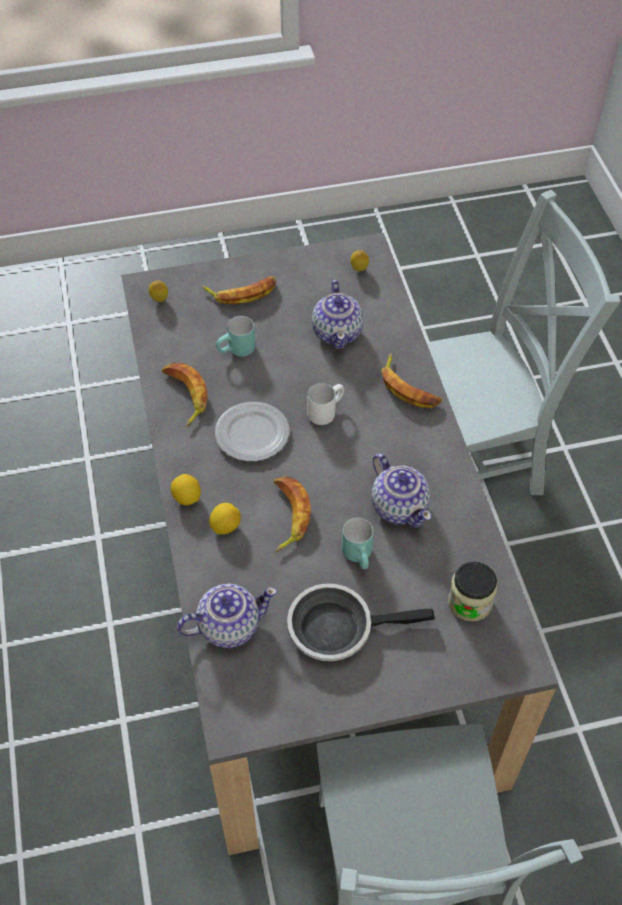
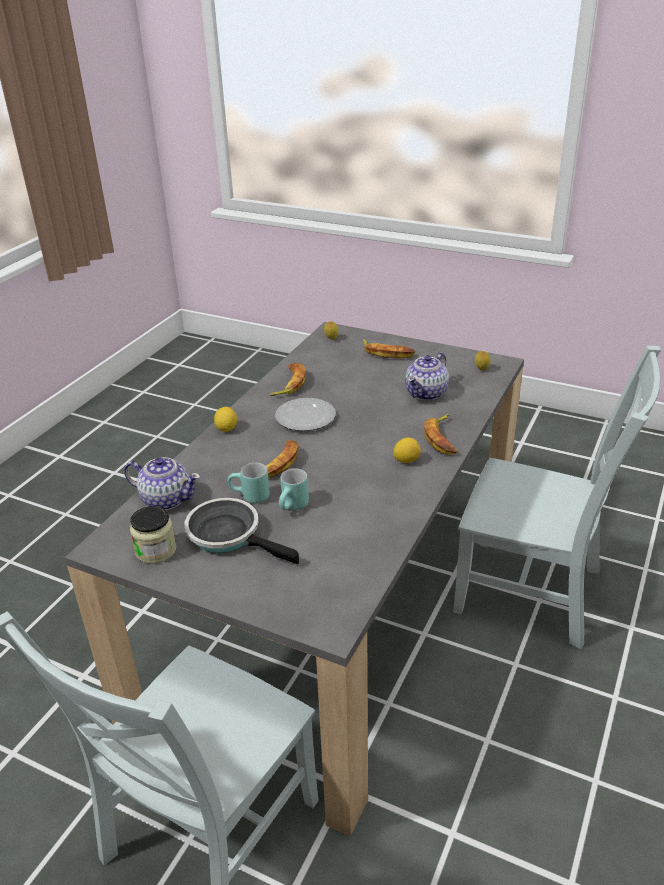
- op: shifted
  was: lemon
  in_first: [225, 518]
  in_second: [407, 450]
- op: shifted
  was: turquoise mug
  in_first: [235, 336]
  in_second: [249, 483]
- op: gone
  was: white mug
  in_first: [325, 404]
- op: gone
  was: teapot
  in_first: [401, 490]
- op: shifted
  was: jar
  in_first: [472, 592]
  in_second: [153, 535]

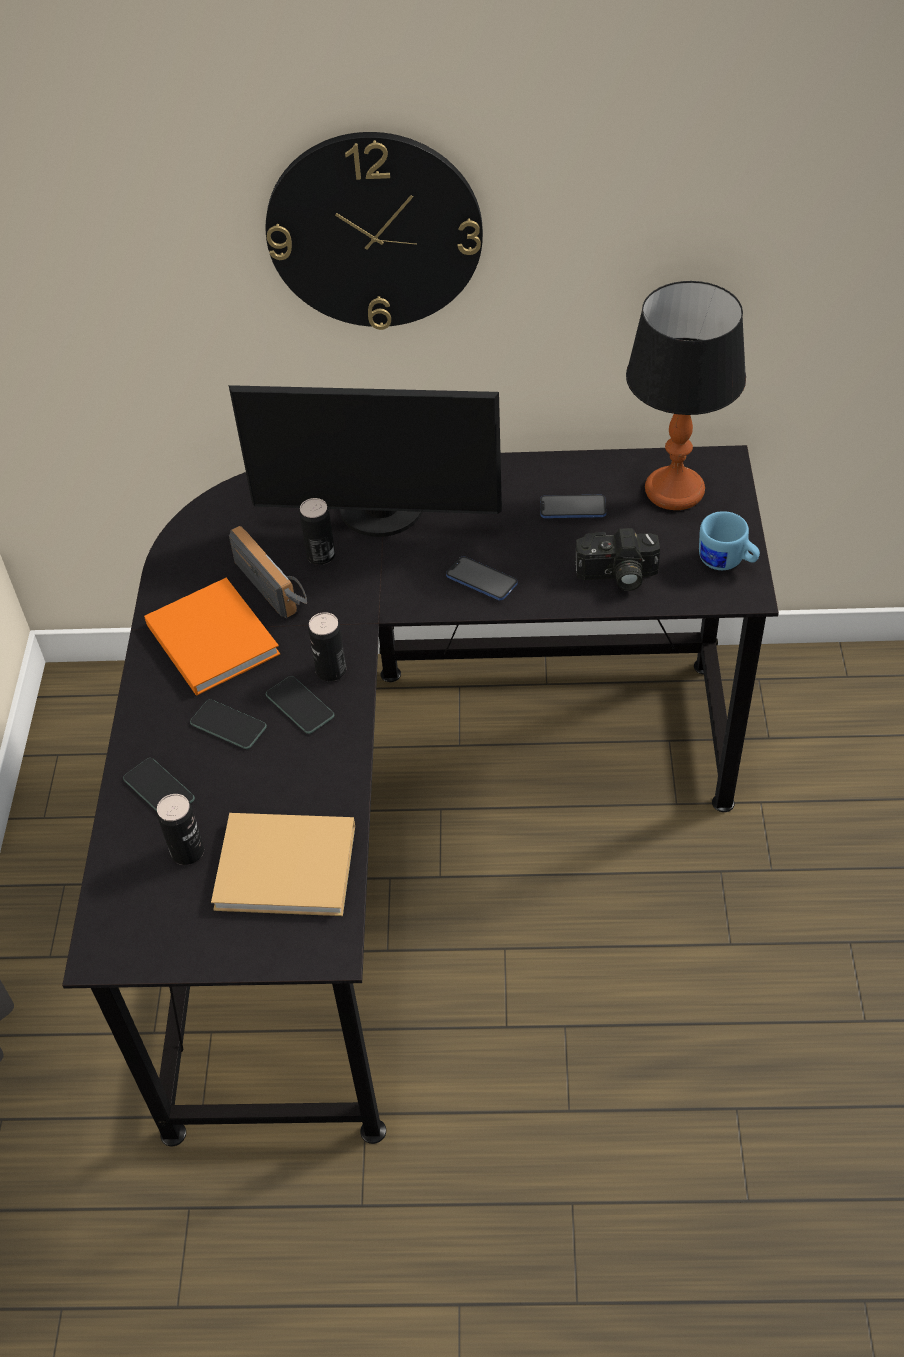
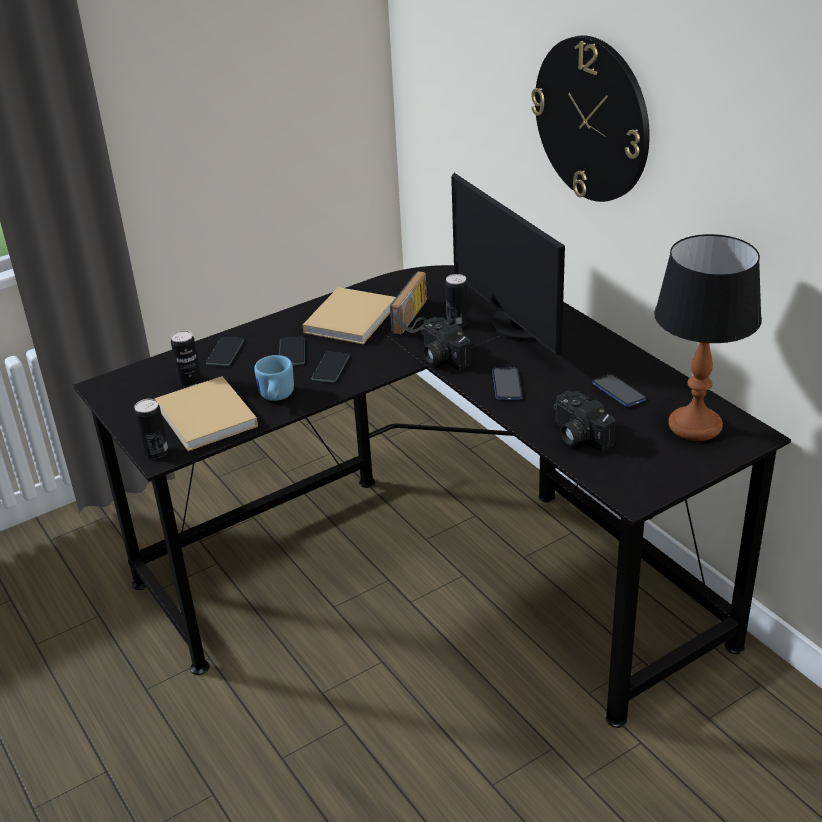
- op: repainted
  was: orange book
  now: beige book
  in_first: [212, 637]
  in_second: [349, 315]
- op: shifted
  was: can
  in_first: [327, 646]
  in_second: [151, 429]
- op: shifted
  was: blue mug
  in_first: [729, 540]
  in_second: [274, 378]
- op: new
  now: photo camera
  in_second: [446, 343]

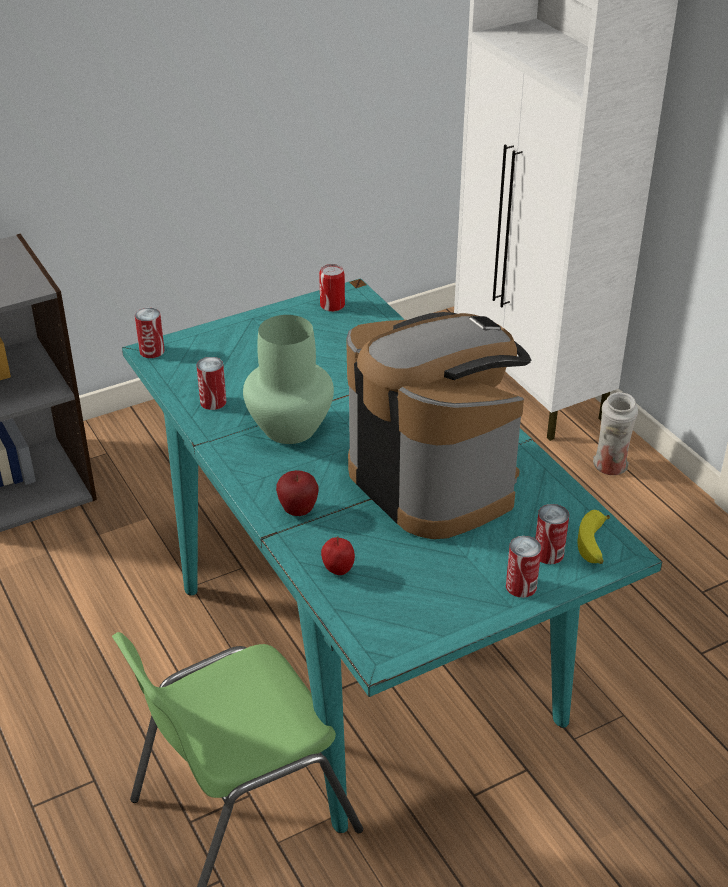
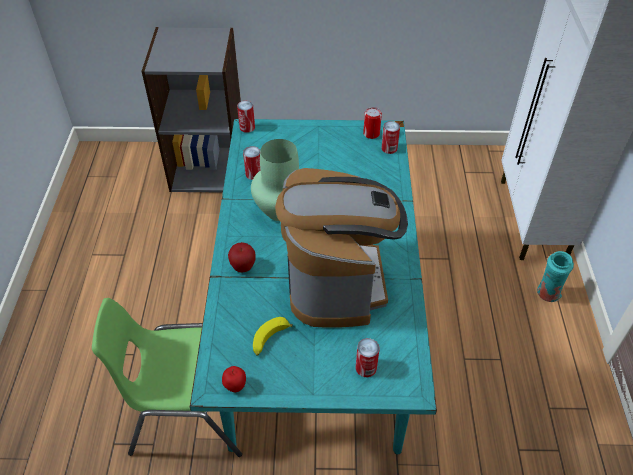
- op: shifted
  was: apple
  in_first: [338, 555]
  in_second: [234, 379]
- op: shifted
  was: can
  in_first: [523, 567]
  in_second: [390, 137]
- op: shifted
  was: banana
  in_first: [594, 537]
  in_second: [273, 336]
- op: repainted
  was: white vase
  now: turquoise vase
  in_first: [615, 433]
  in_second: [555, 276]

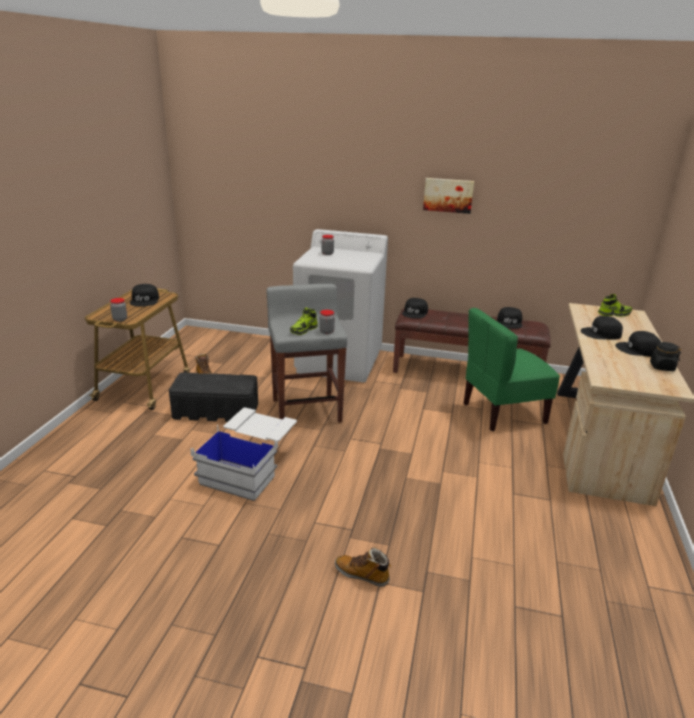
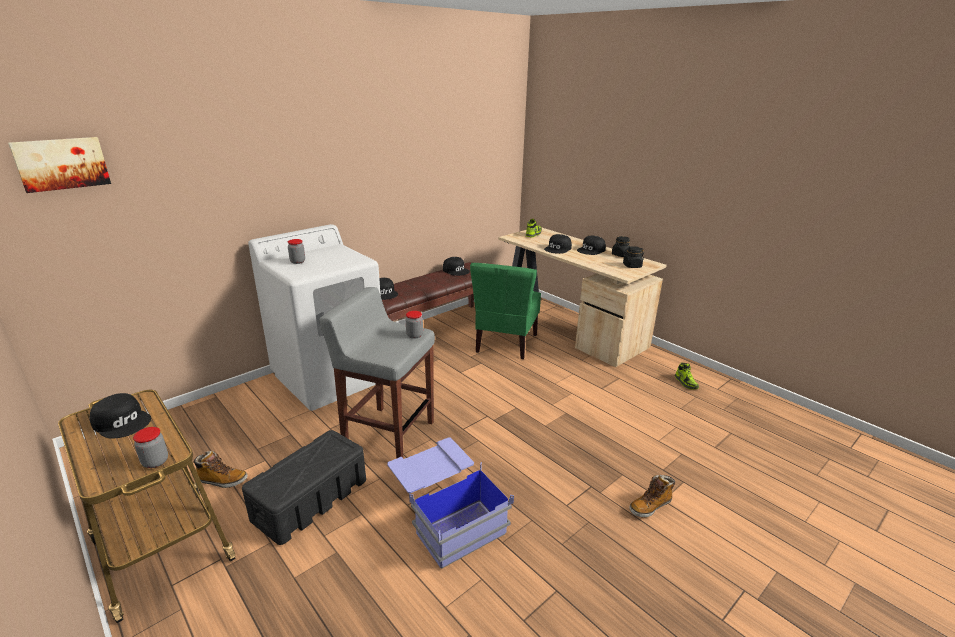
- op: repainted
  was: white storage box
  now: blue storage box
  in_first: [243, 454]
  in_second: [450, 503]
- op: shifted
  was: shoe
  in_first: [304, 321]
  in_second: [687, 376]
- op: shifted
  was: picture
  in_first: [448, 196]
  in_second: [59, 165]
- op: new
  now: black jar
  in_second: [633, 257]

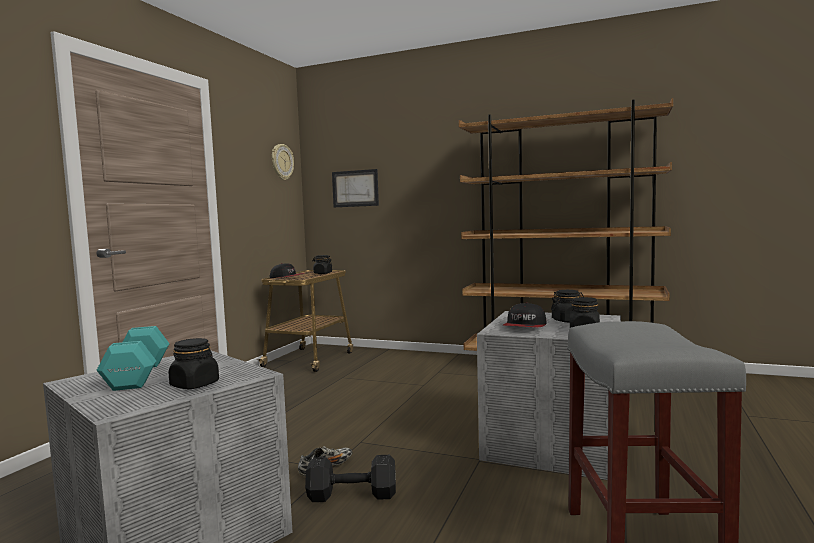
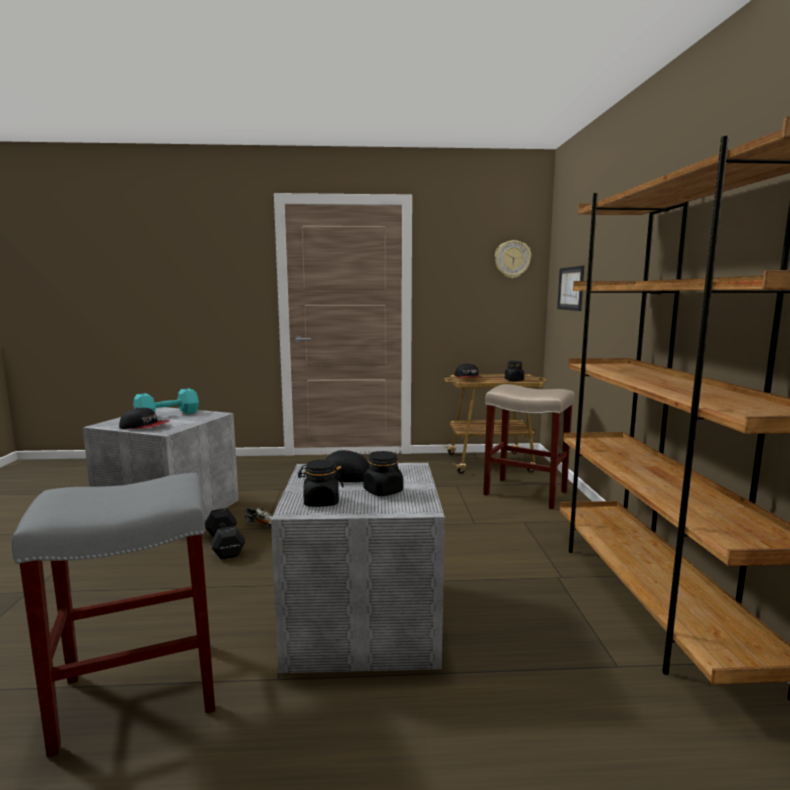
- op: swapped
  was: black jar
  now: cap
  in_first: [194, 363]
  in_second: [144, 418]
- op: new
  now: beige stool
  in_second: [529, 446]

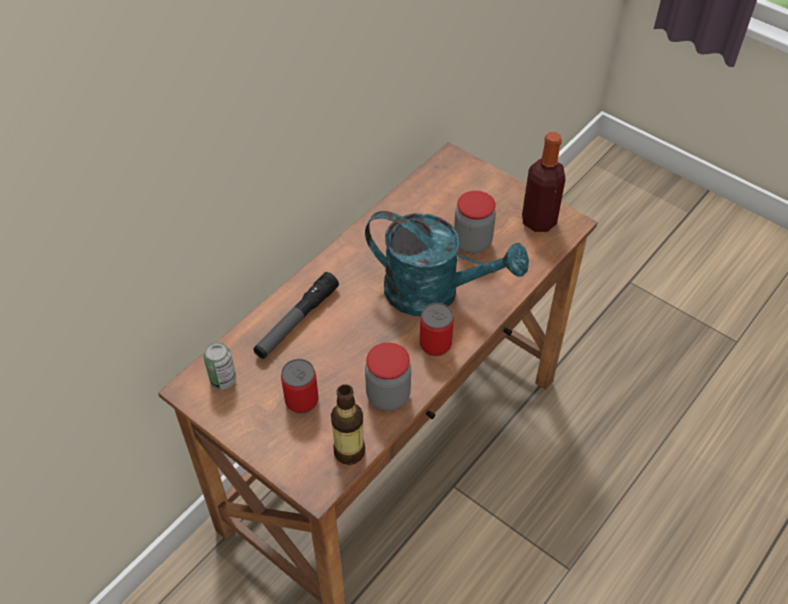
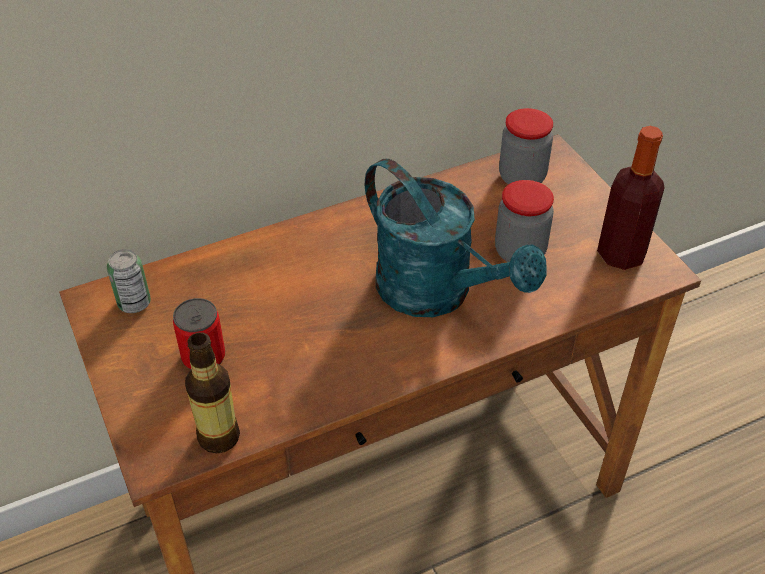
- op: gone
  was: flashlight
  in_first: [296, 315]
- op: shifted
  was: jar
  in_first: [388, 377]
  in_second: [526, 146]
- op: gone
  was: can
  in_first: [437, 329]

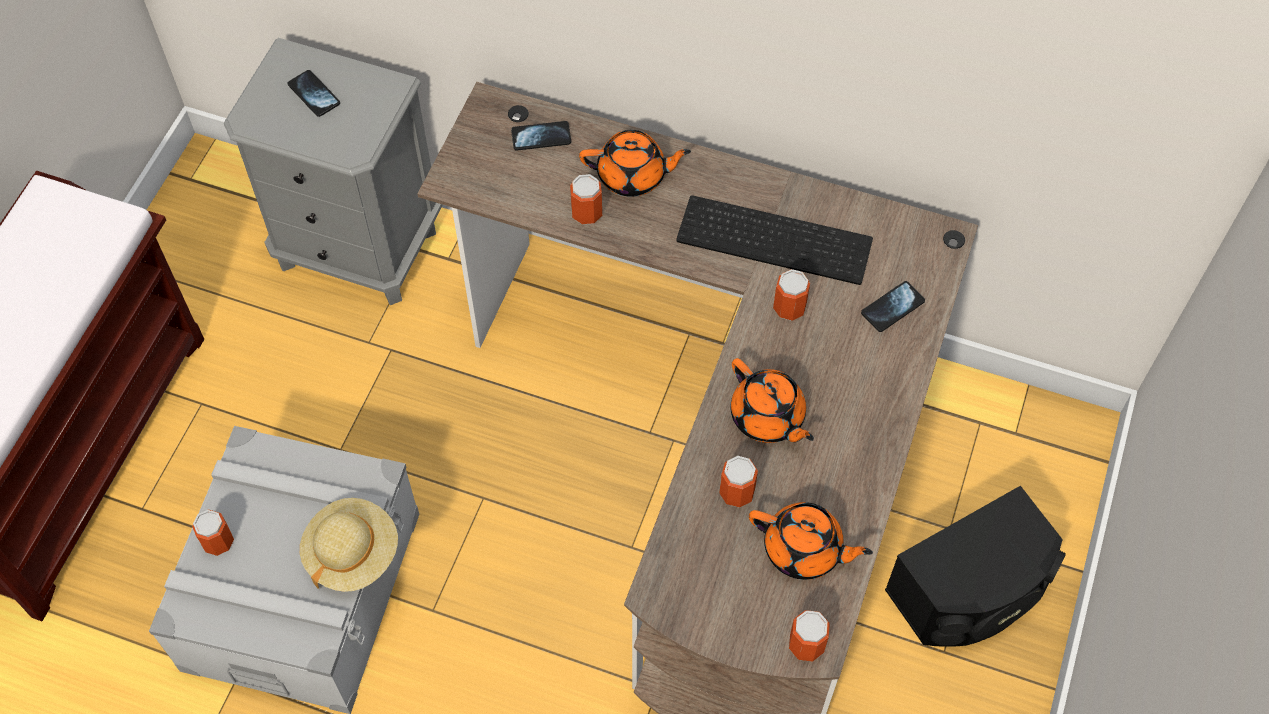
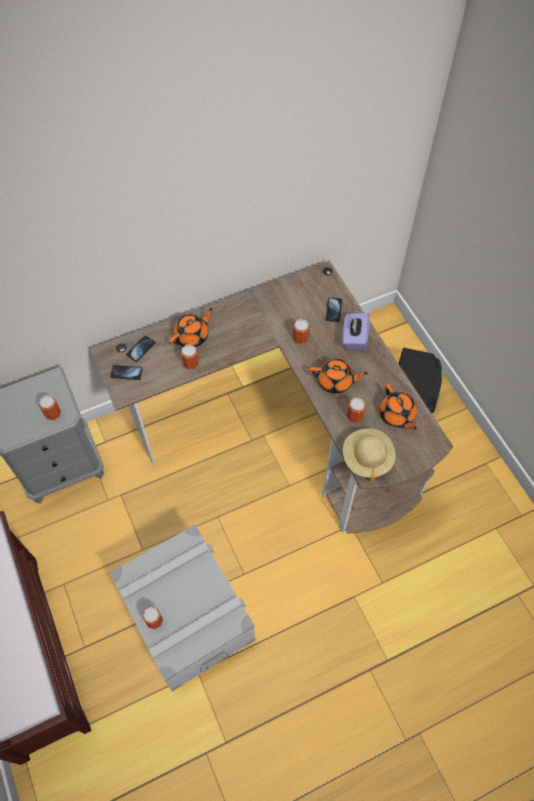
- op: shifted
  was: phone
  in_first: [314, 93]
  in_second: [126, 372]
- op: shifted
  was: beige hat
  in_first: [349, 545]
  in_second: [369, 455]
- op: gone
  was: keyboard
  in_first: [774, 240]
- op: rotated
  was: orange teapot
  in_first: [811, 541]
  in_second: [398, 407]
  clockwise: 90
- op: shifted
  was: can
  in_first: [809, 635]
  in_second: [50, 407]
- op: new
  now: purple tissue box
  in_second: [356, 332]

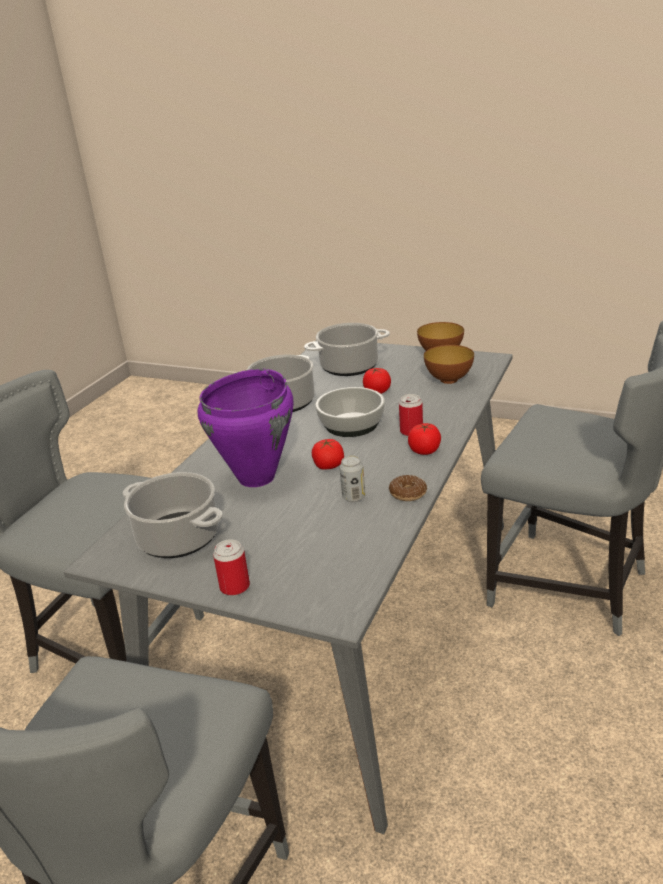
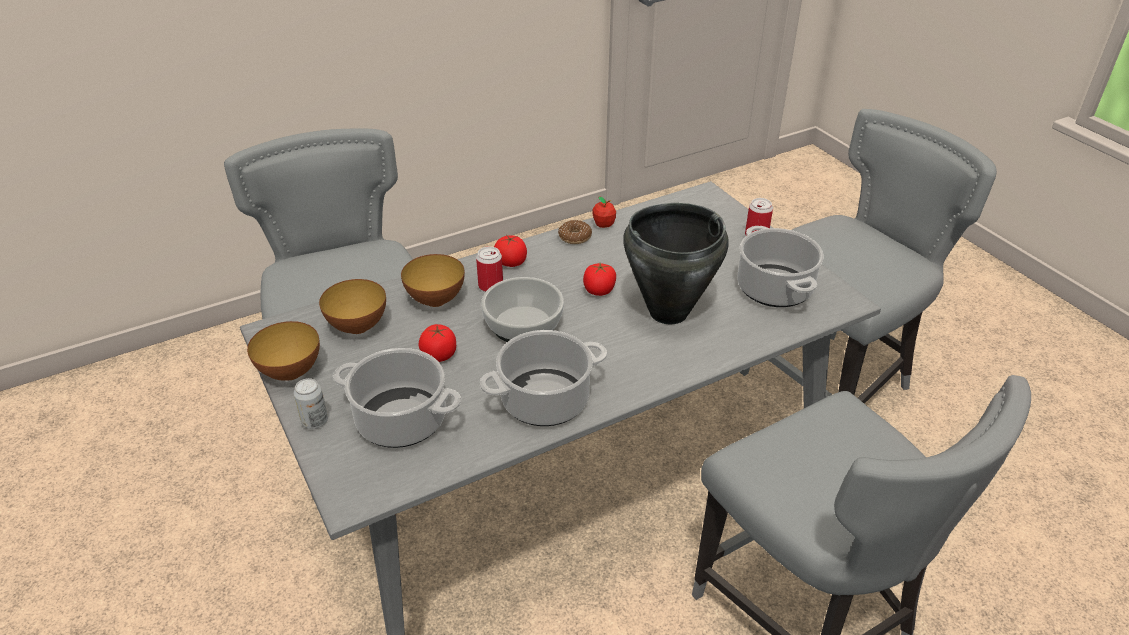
- op: repainted
  was: purple cooking pot
  now: black cooking pot
  in_first: [246, 428]
  in_second: [676, 263]
- op: shifted
  was: can
  in_first: [352, 479]
  in_second: [311, 403]
- op: new
  now: bowl
  in_second: [433, 280]
- op: new
  now: apple
  in_second: [604, 212]

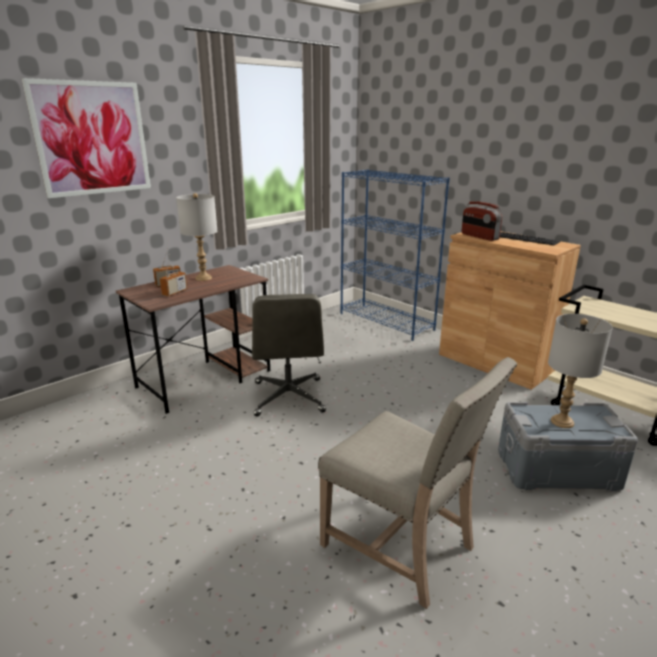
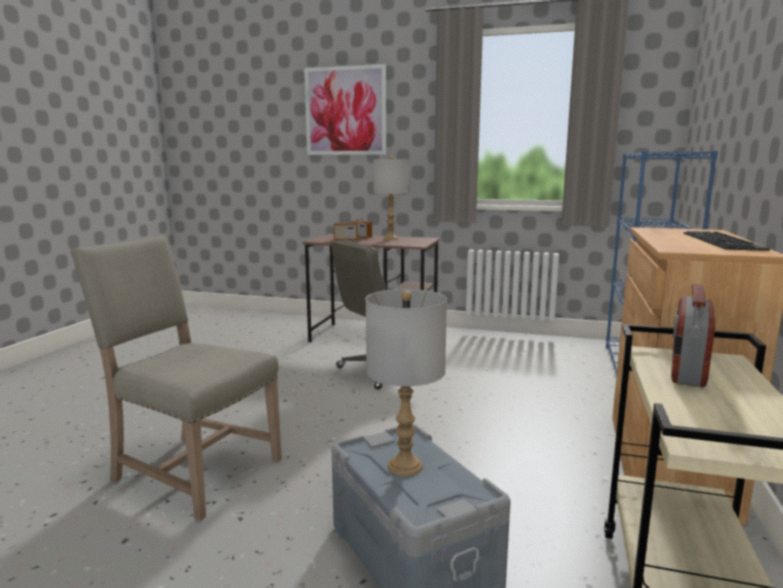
- op: rotated
  was: beige chair
  in_first: [417, 483]
  in_second: [176, 378]
  clockwise: 105
- op: shifted
  was: radio
  in_first: [481, 221]
  in_second: [693, 335]

